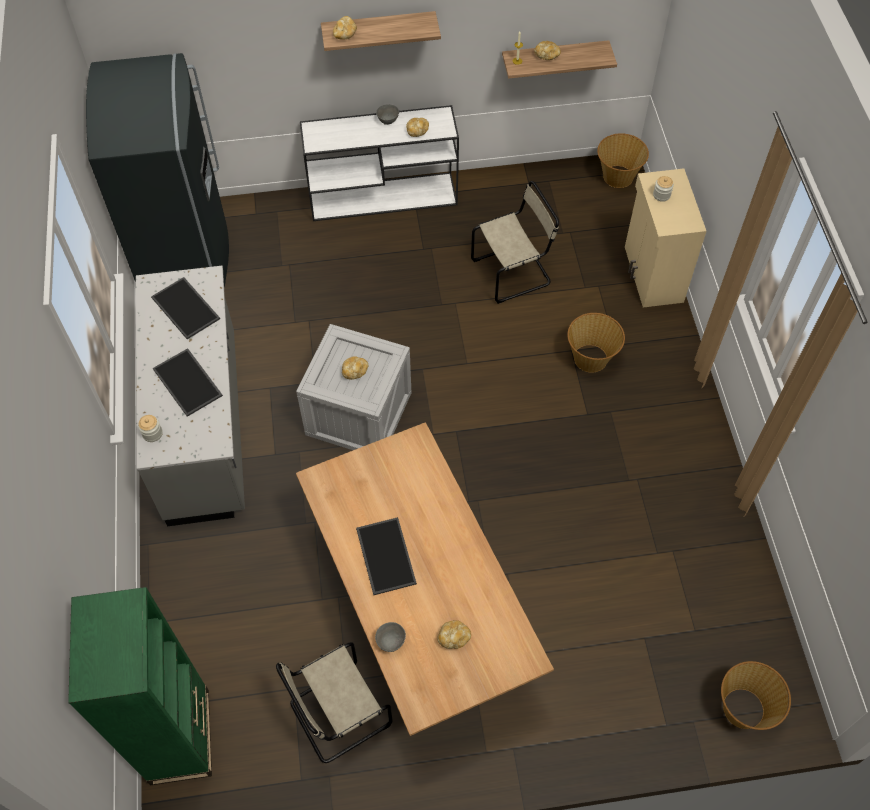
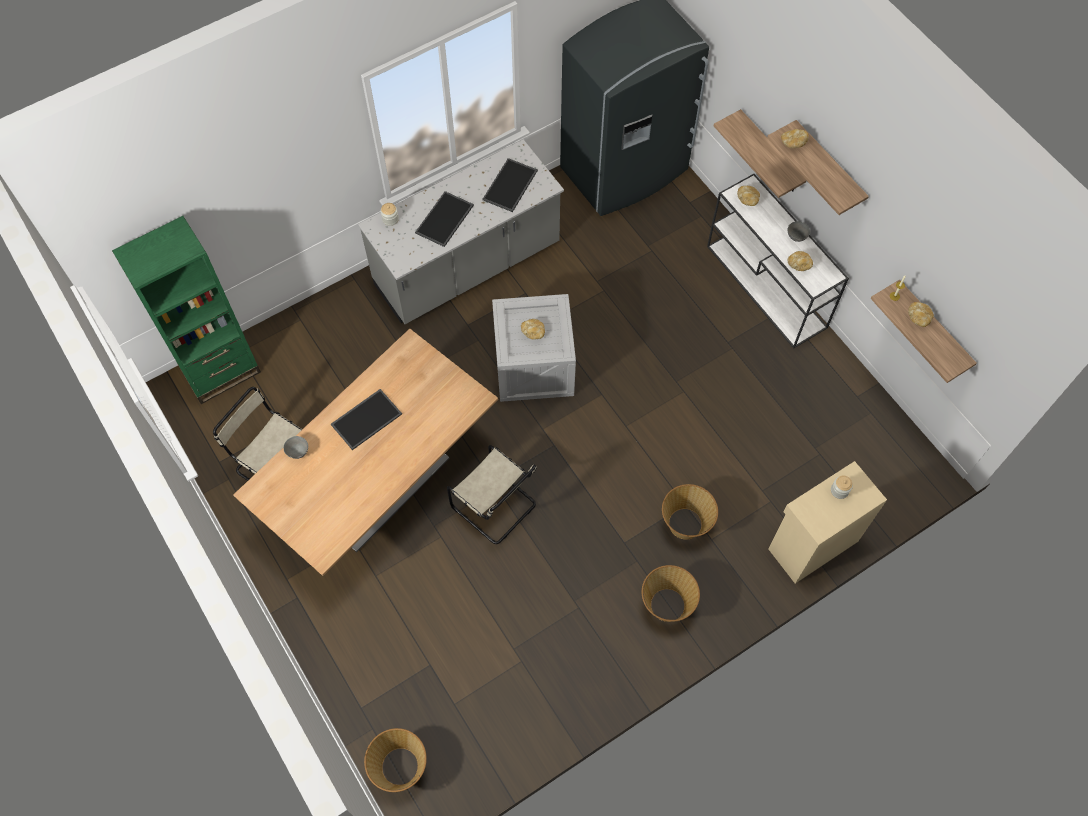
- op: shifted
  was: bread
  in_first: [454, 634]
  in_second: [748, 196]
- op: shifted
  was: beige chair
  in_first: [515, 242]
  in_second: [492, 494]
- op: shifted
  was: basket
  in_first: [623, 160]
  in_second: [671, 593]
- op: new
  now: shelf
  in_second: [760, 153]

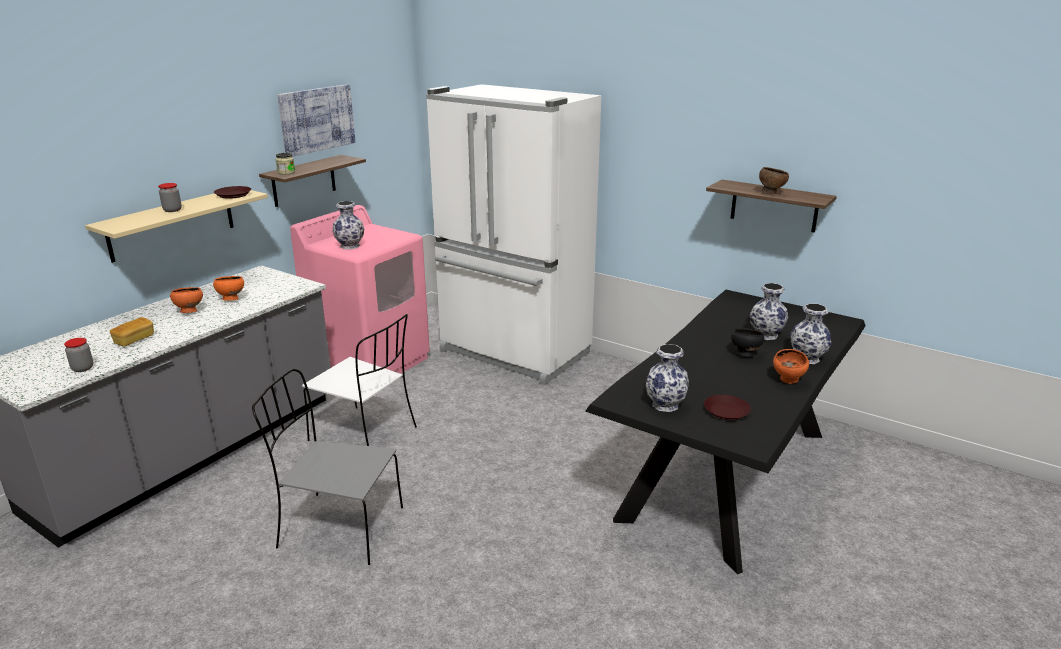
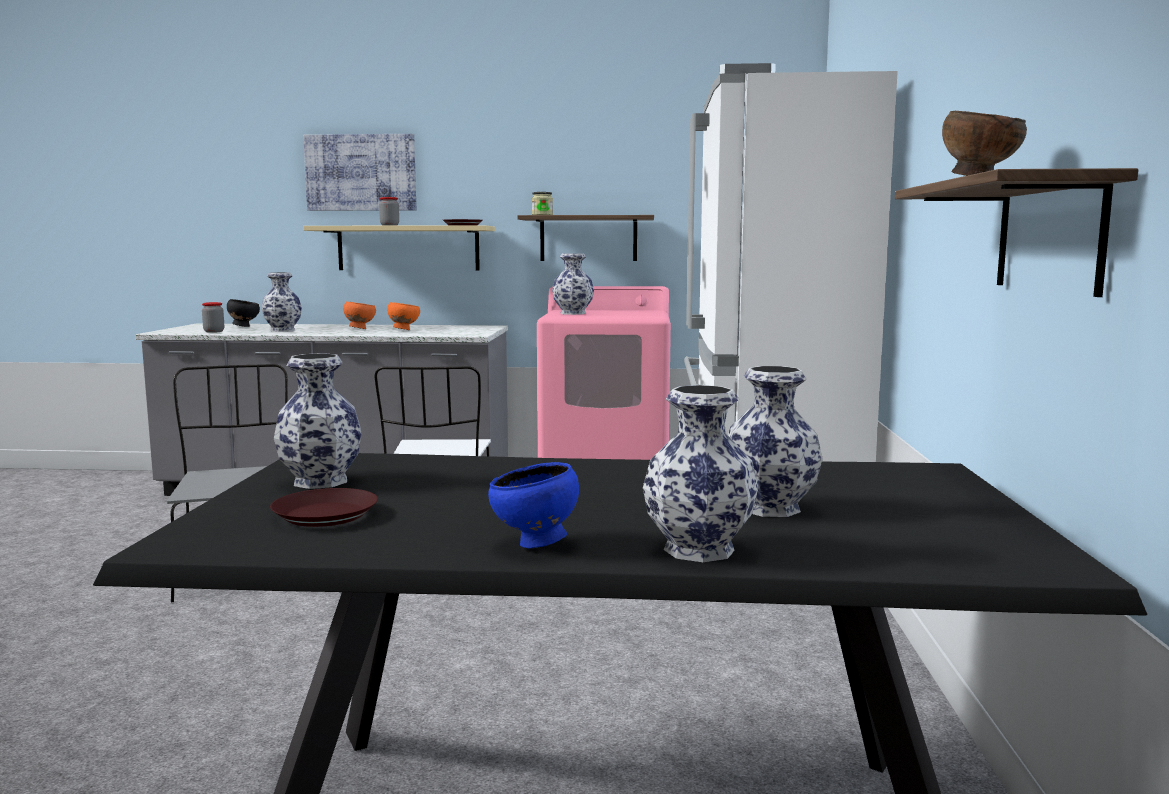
- op: swapped
  was: bread
  now: vase
  in_first: [132, 332]
  in_second: [281, 302]
- op: shifted
  was: picture
  in_first: [316, 120]
  in_second: [359, 172]
- op: shifted
  was: black bowl
  in_first: [747, 342]
  in_second: [243, 313]
- op: repainted
  was: orange bowl
  now: blue bowl
  in_first: [791, 366]
  in_second: [533, 505]

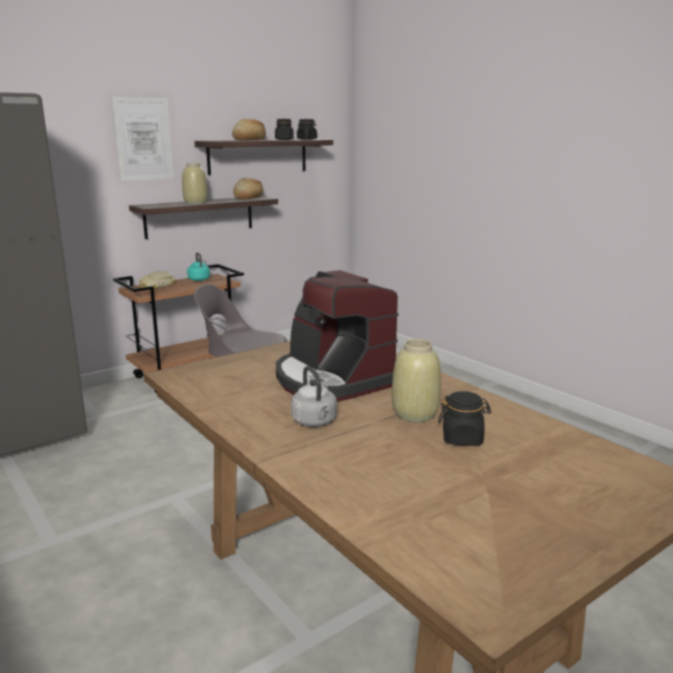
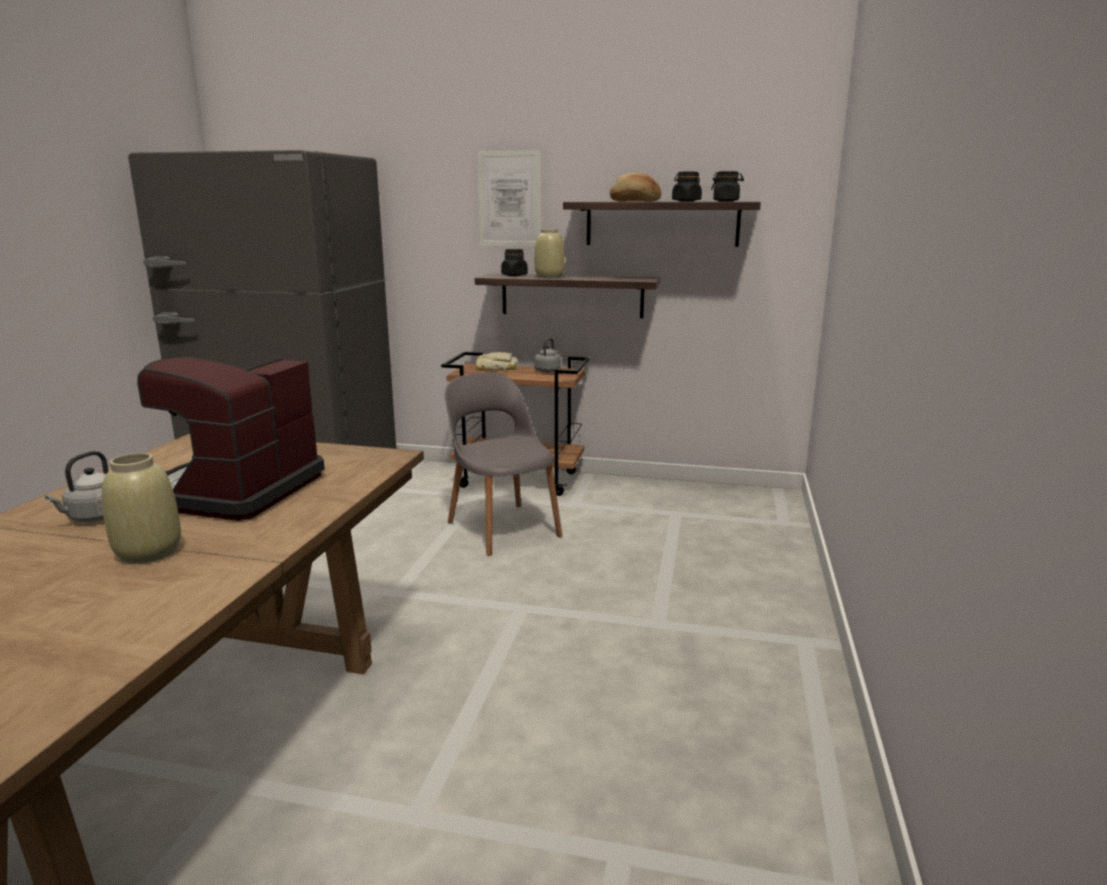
- op: repainted
  was: turquoise kettle
  now: grey kettle
  in_first: [198, 266]
  in_second: [547, 355]
- op: gone
  was: bread
  in_first: [248, 189]
- op: shifted
  was: black jar
  in_first: [464, 418]
  in_second: [514, 262]

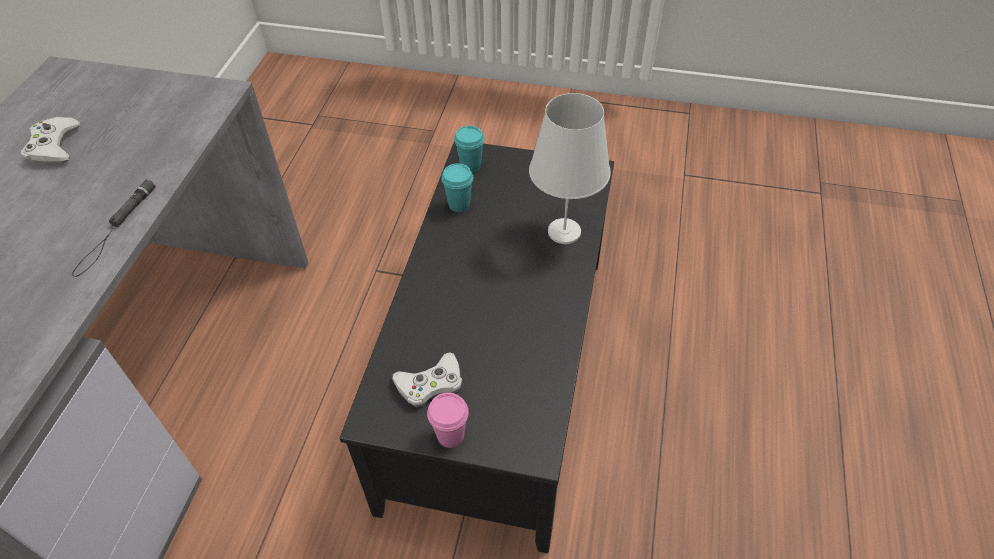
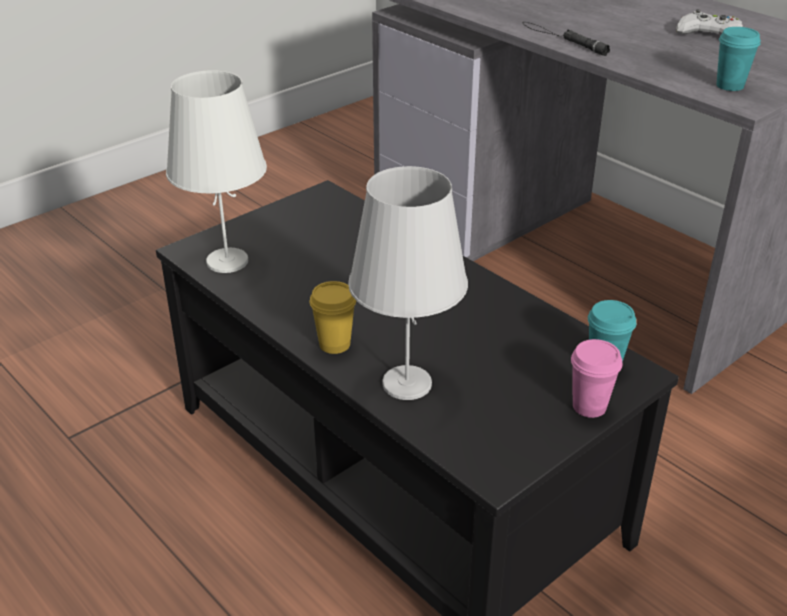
- op: gone
  was: white game controller
  in_first: [427, 379]
- op: shifted
  was: pink cup
  in_first: [448, 420]
  in_second: [597, 378]
- op: shifted
  was: turquoise cup
  in_first: [457, 187]
  in_second: [738, 59]
- op: new
  now: white table lamp
  in_second: [216, 171]
- op: new
  now: yellow cup
  in_second: [333, 317]

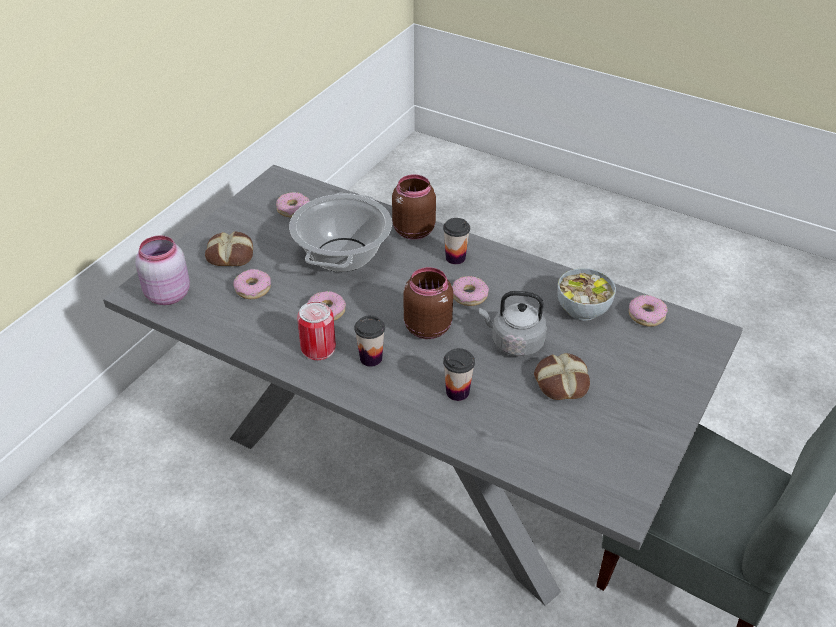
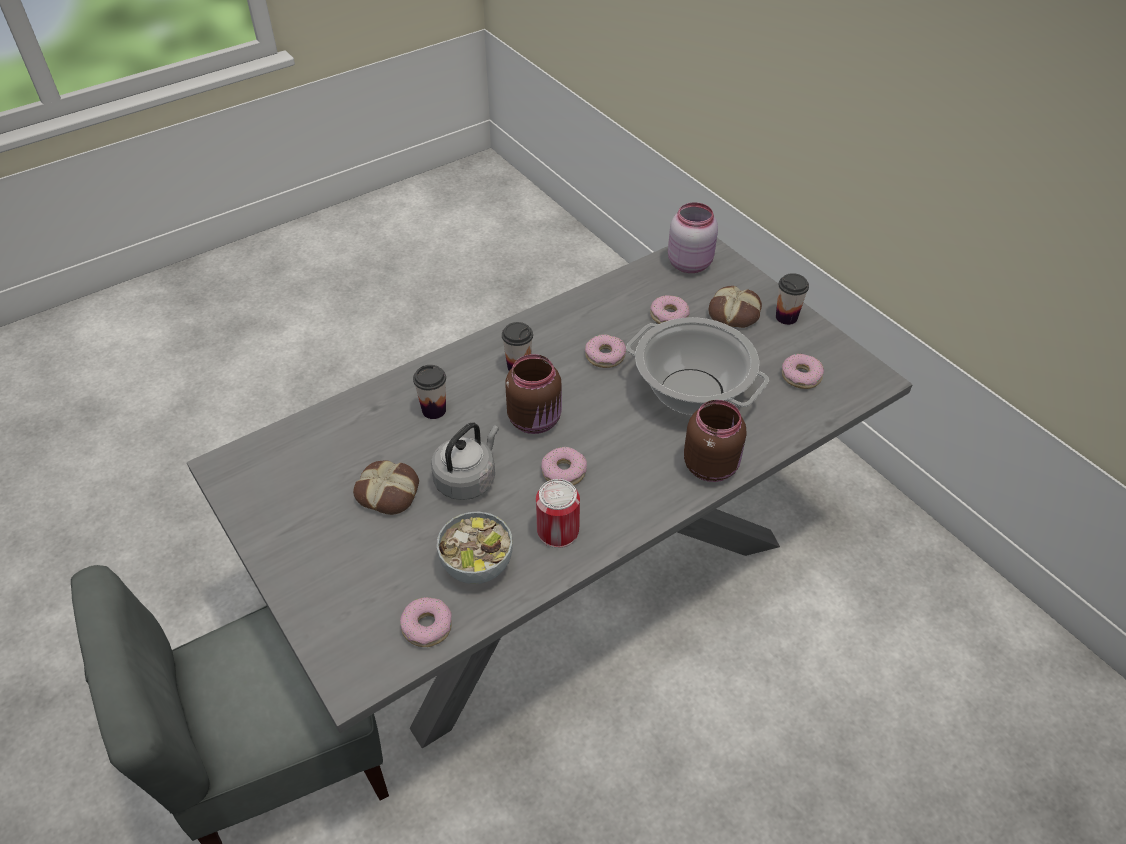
- op: shifted
  was: can
  in_first: [316, 330]
  in_second: [558, 513]
- op: shifted
  was: cup
  in_first: [456, 241]
  in_second: [792, 299]

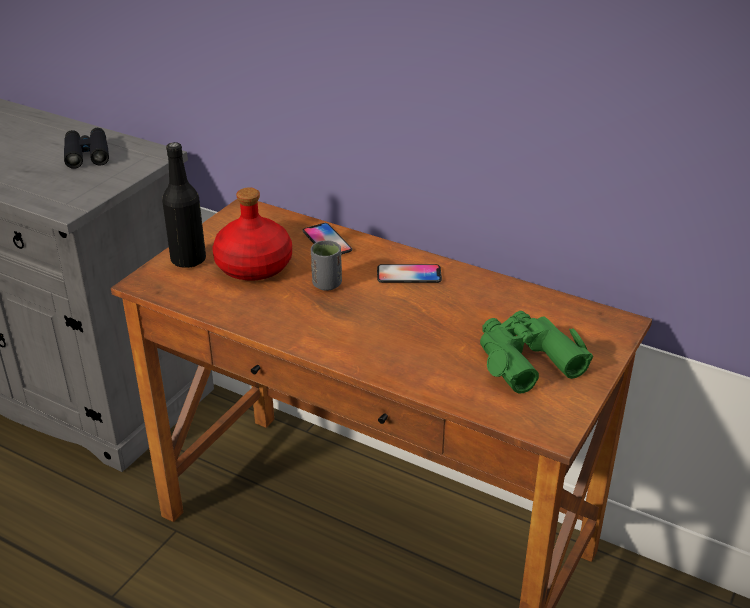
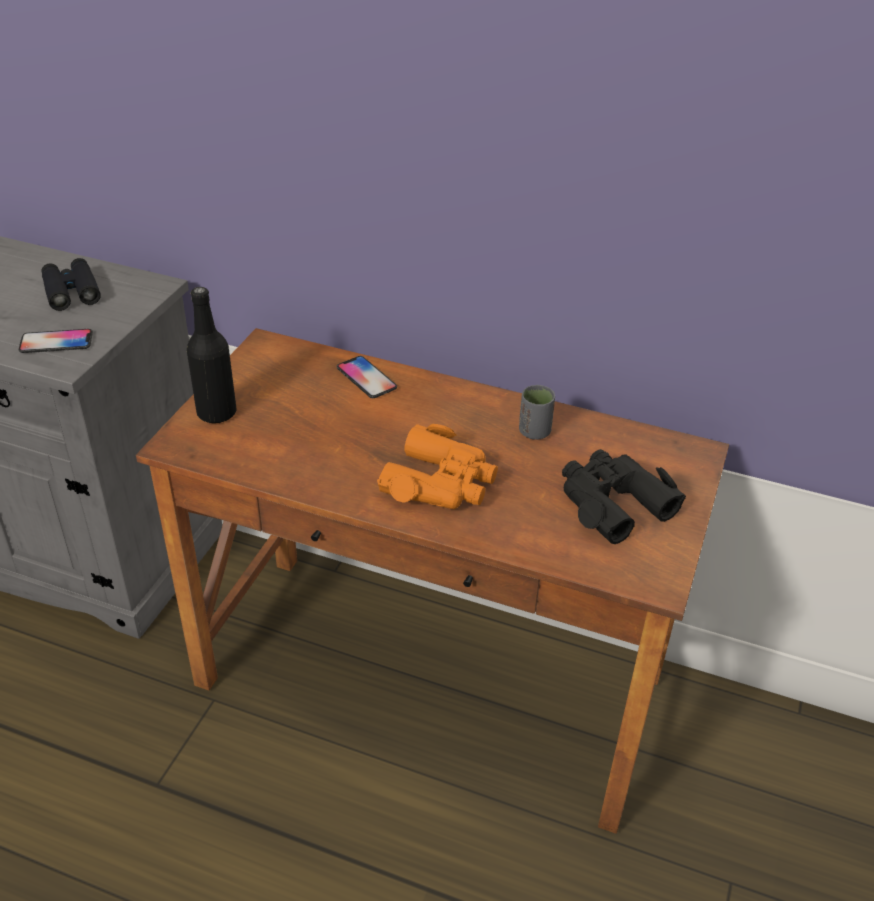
- op: gone
  was: red bottle
  in_first: [252, 234]
- op: shifted
  was: grey cup
  in_first: [326, 265]
  in_second: [537, 412]
- op: shifted
  was: phone
  in_first: [409, 273]
  in_second: [56, 341]
- op: repainted
  was: green binoculars
  now: black binoculars
  in_first: [536, 352]
  in_second: [624, 496]
- op: new
  now: orange binoculars
  in_second: [437, 466]

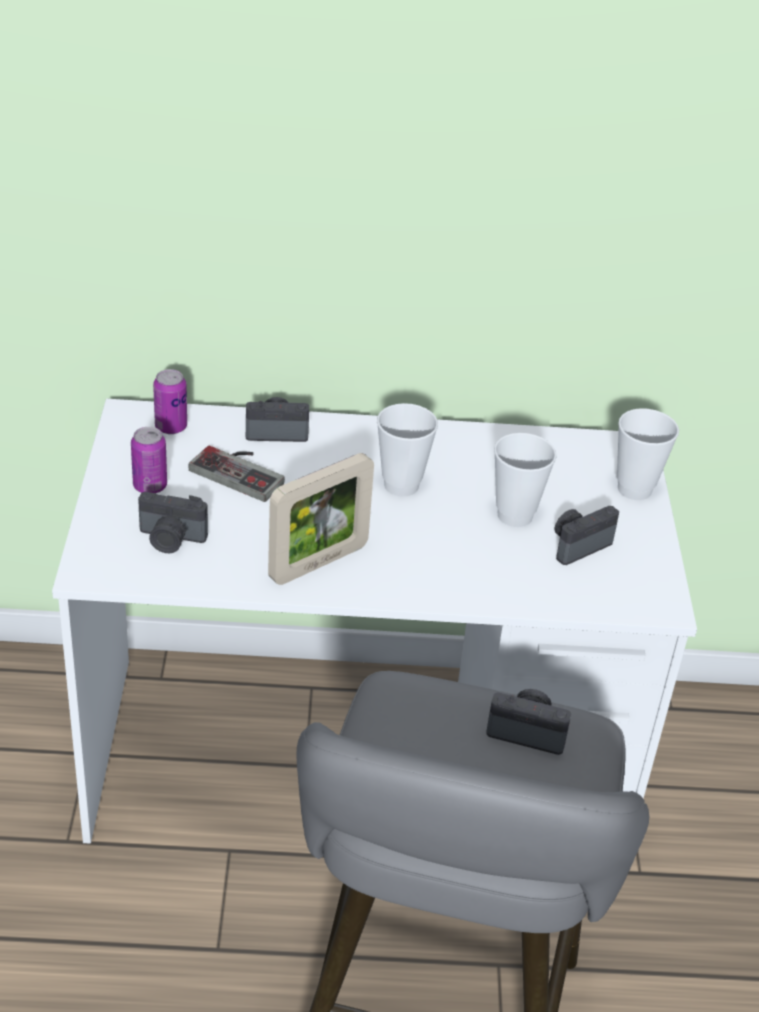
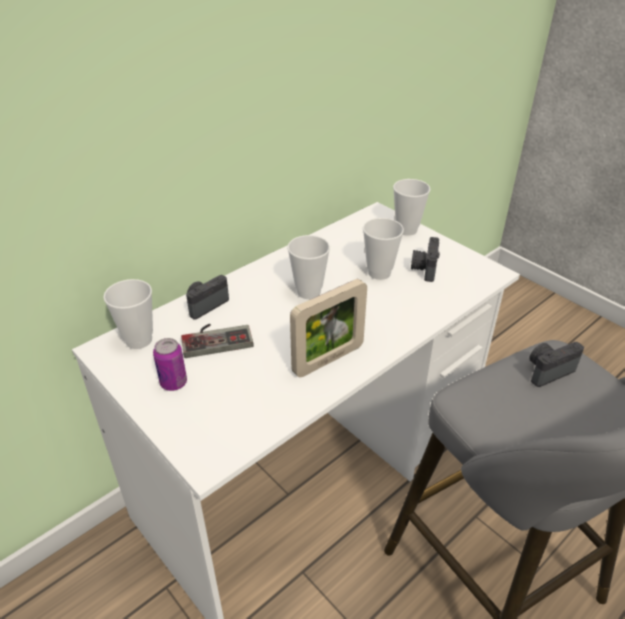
- op: gone
  was: photo camera
  in_first: [173, 522]
- op: swapped
  was: can
  now: cup
  in_first: [170, 401]
  in_second: [128, 314]
- op: rotated
  was: picture frame
  in_first: [321, 519]
  in_second: [328, 328]
  clockwise: 45

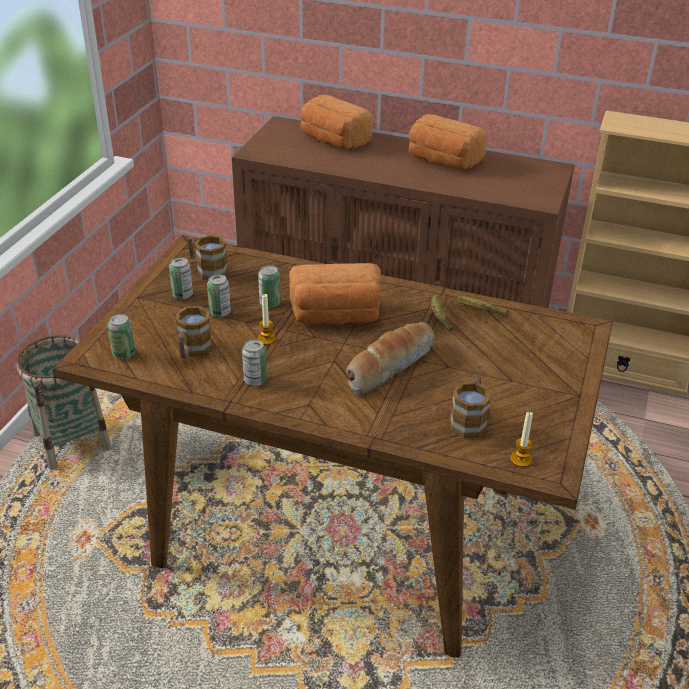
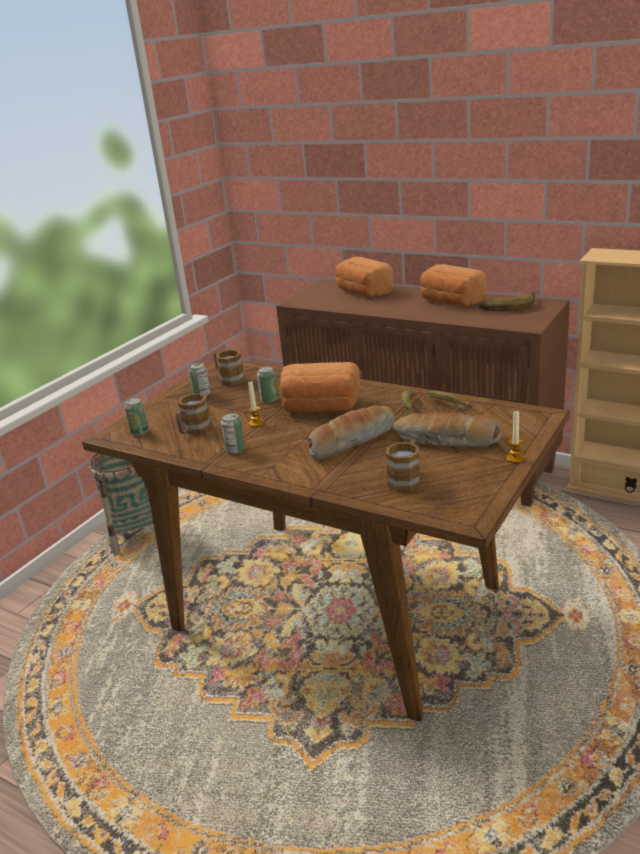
- op: gone
  was: can
  in_first: [219, 295]
- op: shifted
  was: candle
  in_first: [521, 439]
  in_second: [515, 436]
- op: new
  now: bread
  in_second: [447, 429]
- op: new
  now: banana
  in_second: [507, 301]

